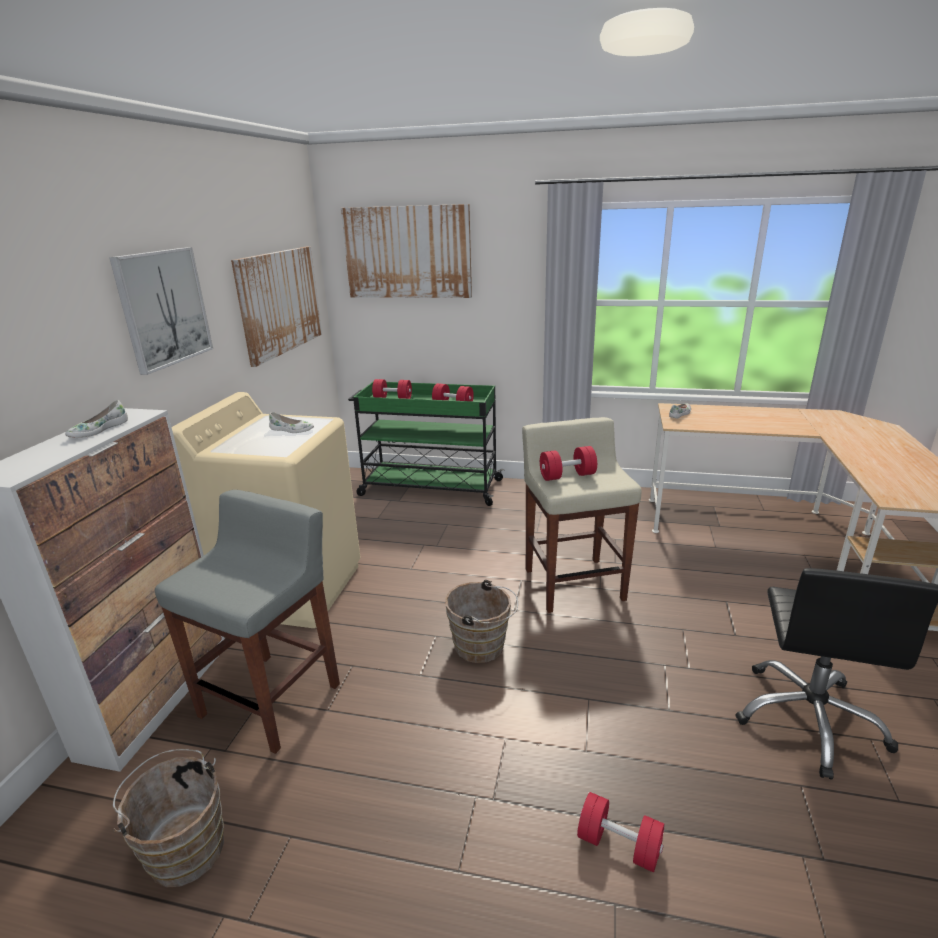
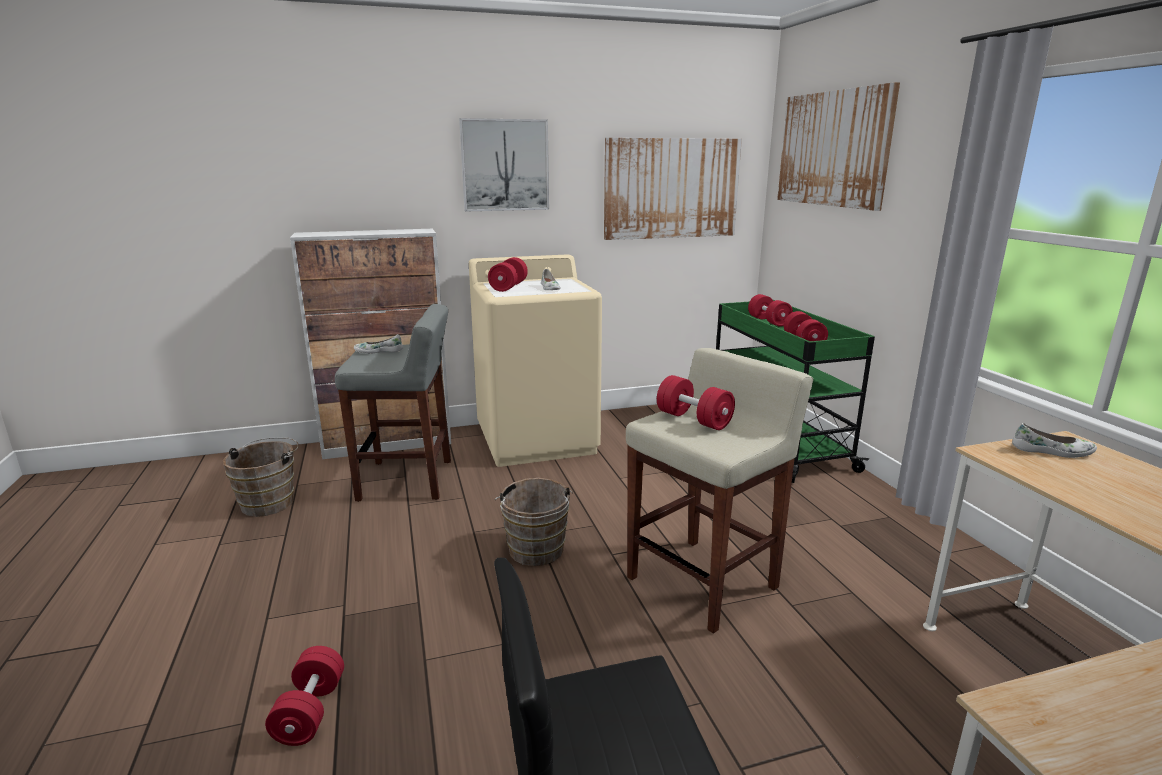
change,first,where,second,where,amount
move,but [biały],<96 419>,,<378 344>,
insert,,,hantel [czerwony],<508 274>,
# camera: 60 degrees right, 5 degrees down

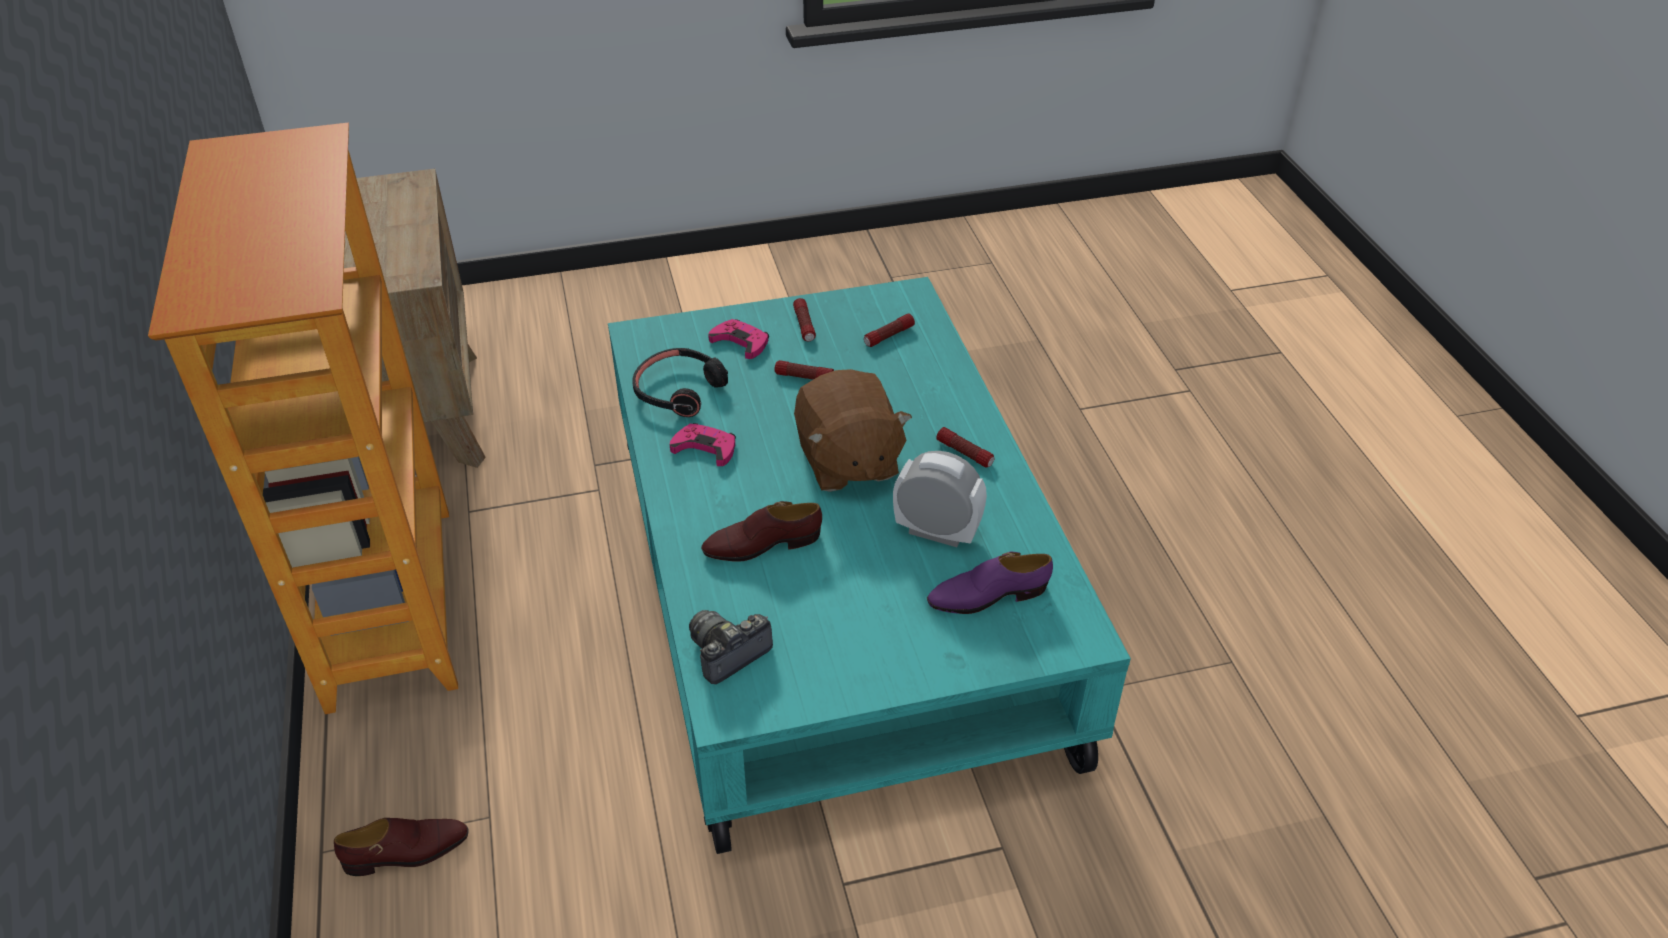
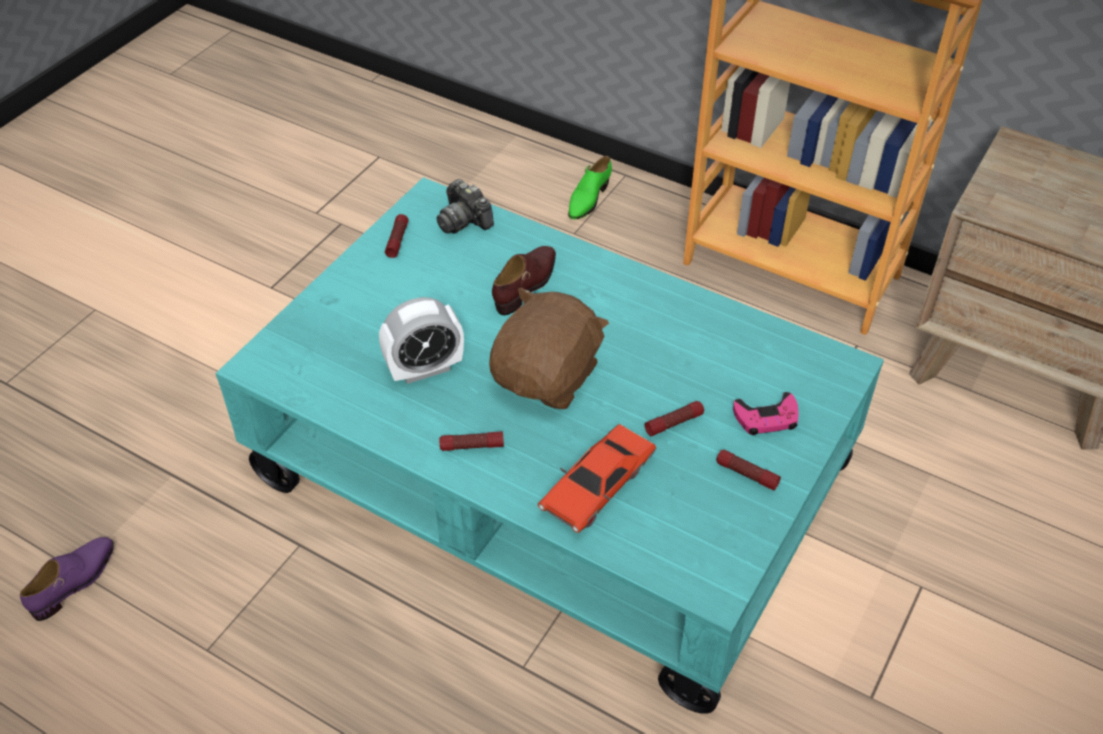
change,first,where,second,where,amount
move,latarka,<889 330>,,<396 236>,
delete,słuchawki [czarny],<680 382>,,,
rotate,pluszak [brązowy],<853 430>,,<549 348>,90 degrees clockwise
delete,pad do gier [różowy],<703 444>,,,
move,but [fioletowy],<990 583>,,<67 579>,
rotate,aparat fotograficzny,<731 647>,,<465 206>,135 degrees clockwise
recolor,but [brązowy],<401 847>,but [zielony],<590 187>,
insert,,,samochodzik [czerwony],<596 478>,
# camera: 135 degrees right, 5 degrees up

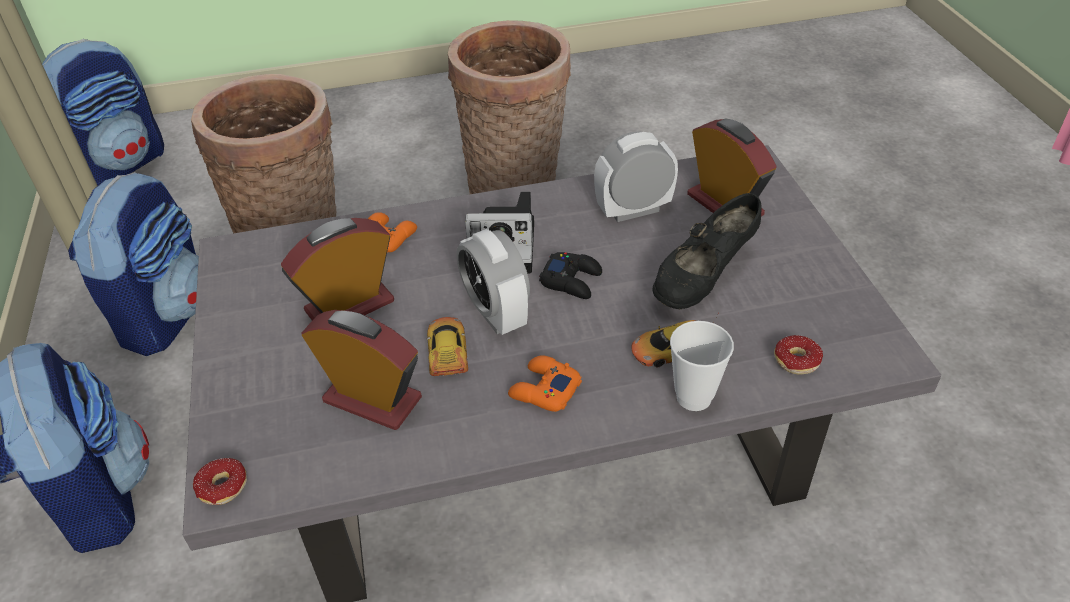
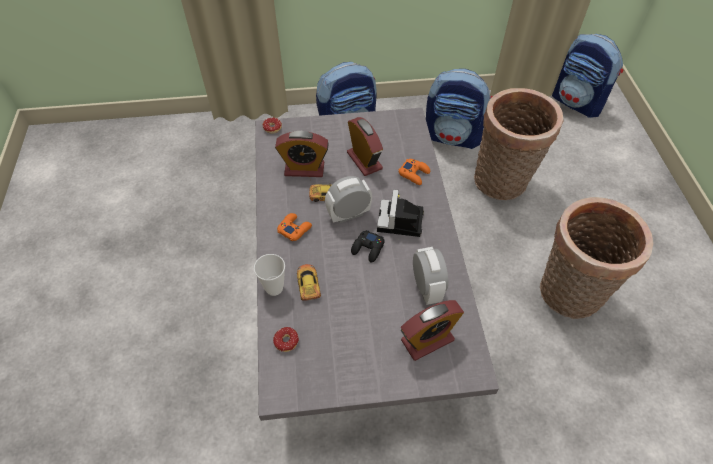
change,first,where,second,where,amount
delete,but [czarny],<706 251>,,,
rotate,budzik,<361 370>,,<302 154>,60 degrees clockwise
# camera: 95 degrees right, 10 degrees up

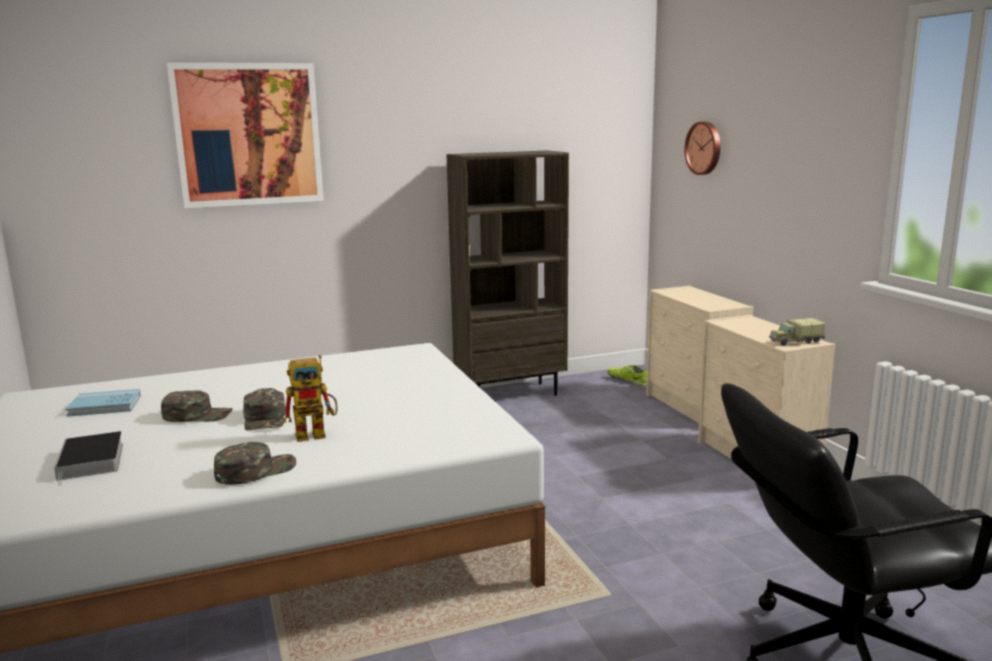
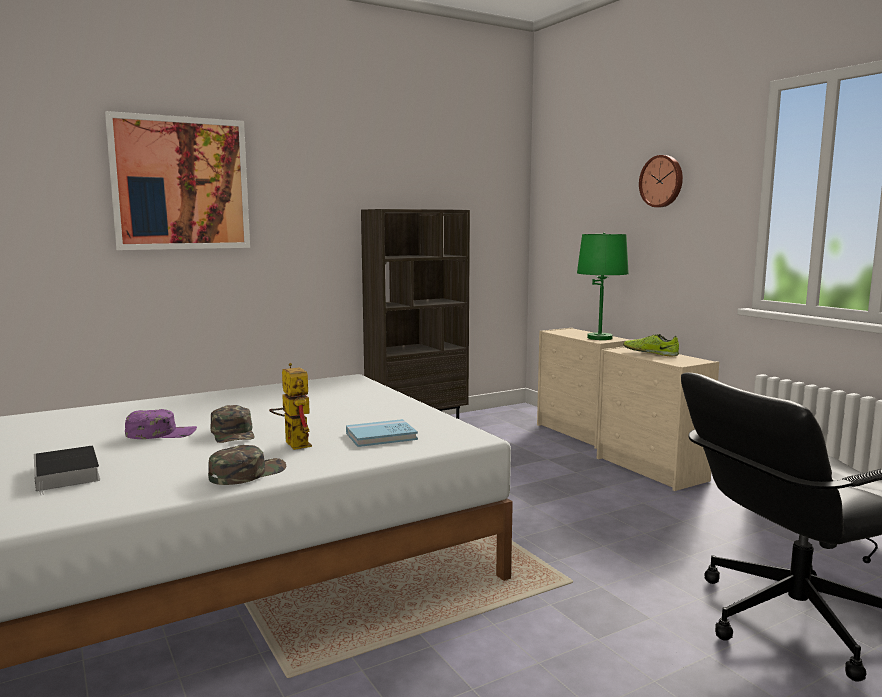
change,first,where,second,where,amount
move,zegar ścienny,<702 148>,,<661 181>,
delete,ciężarówka zabawkowa,<797 332>,,,
rotate,robot zabawkowy,<311 398>,,<290 406>,90 degrees counterclockwise
move,but,<627 375>,,<651 345>,
move,książka [niebieski],<103 403>,,<382 433>,
recolor,czapka z daszkiem [zielony],<197 406>,czapka z daszkiem [fioletowy],<161 424>,
insert,,,lampa stołowa [zielony],<603 286>,
# camera: 10 degrees left, 5 degrees down

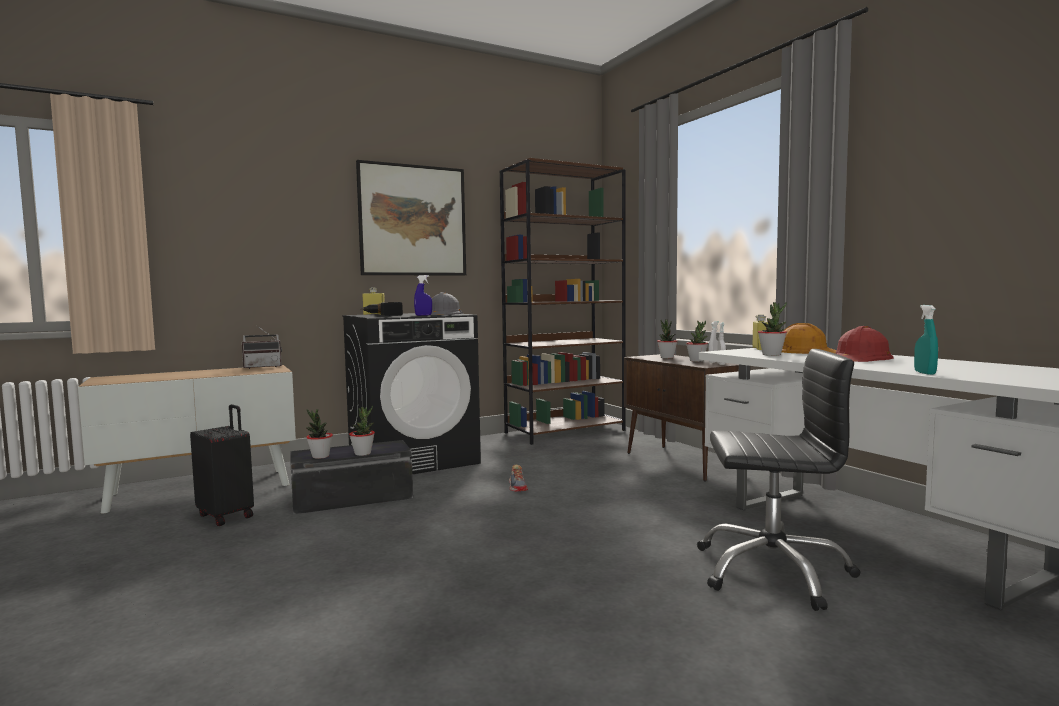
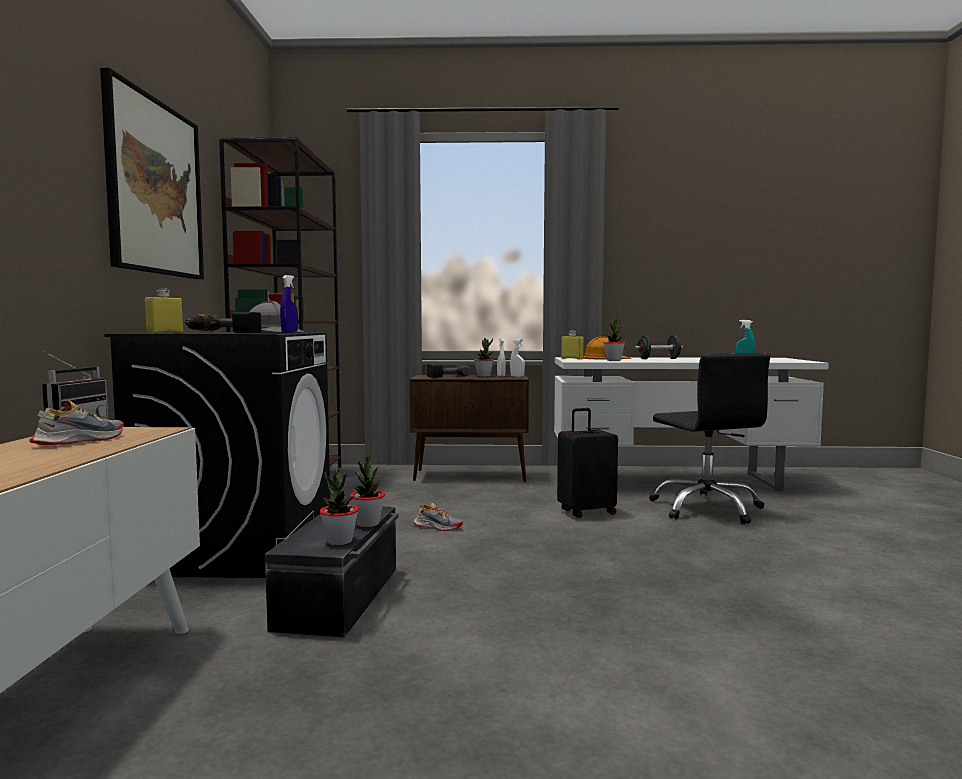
change,first,where,second,where,amount
replace,roślina doniczkowa,<667 338>,wiertarka,<448 371>,
replace,kask [czerwony],<864 344>,hantel [czarny],<659 347>,
rotate,krzesło biurowe [czarny],<779 480>,,<709 438>,120 degrees clockwise
move,walizka [czarny],<222 465>,,<587 463>,
insert,,,but,<76 422>,
# camera: 60 degrees left, 0 degrees up

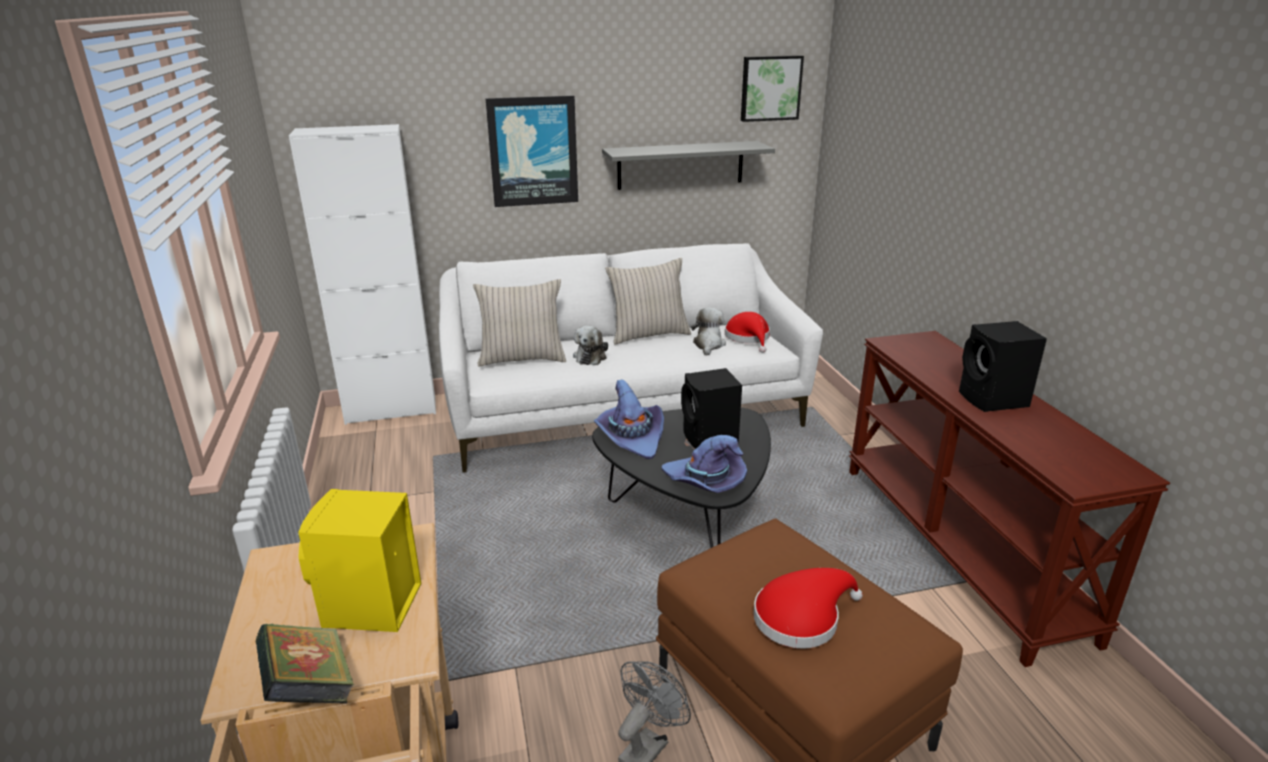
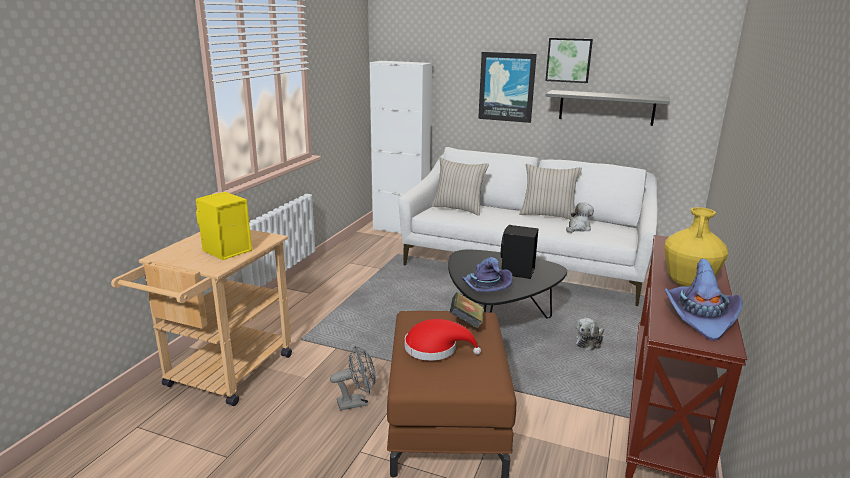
change,first,where,second,where,amount
move,obraz,<772 88>,,<569 60>,
delete,kapelusz [czerwony],<747 332>,,,
replace,głośnik [czarny],<1003 366>,wazon [żółty],<696 247>,
move,pluszak,<590 345>,,<590 334>,
move,kapelusz [fioletowy],<629 419>,,<703 300>,
move,książka,<305 664>,,<466 310>,
# camera: 35 degrees right, 5 degrees down

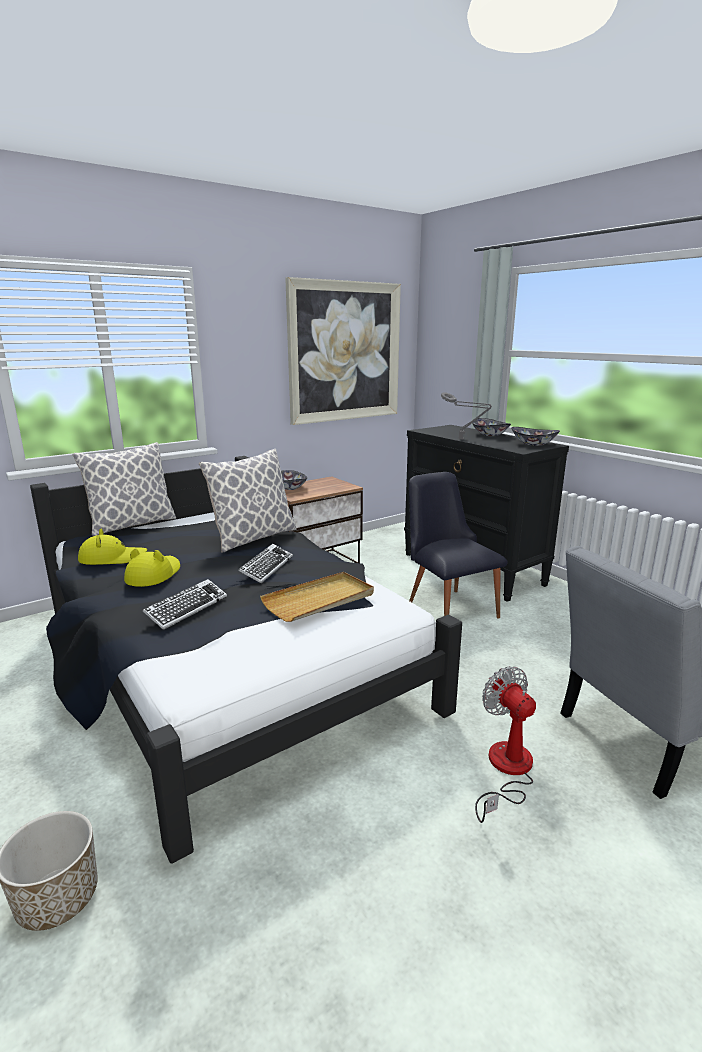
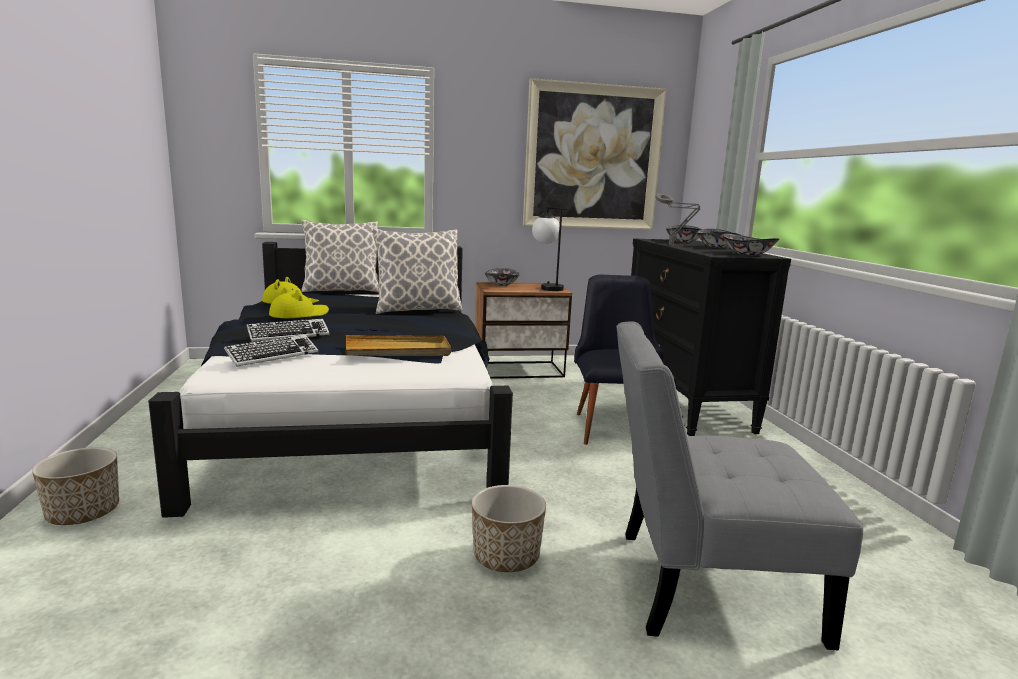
change,first,where,second,where,amount
move,klawiatura,<265 563>,,<271 350>,
replace,wentylator,<505 744>,donica,<509 528>,
insert,,,lampa stołowa,<549 249>,
insert,,,miska,<684 234>,
# camera: 25 degrees right, 5 degrees down

